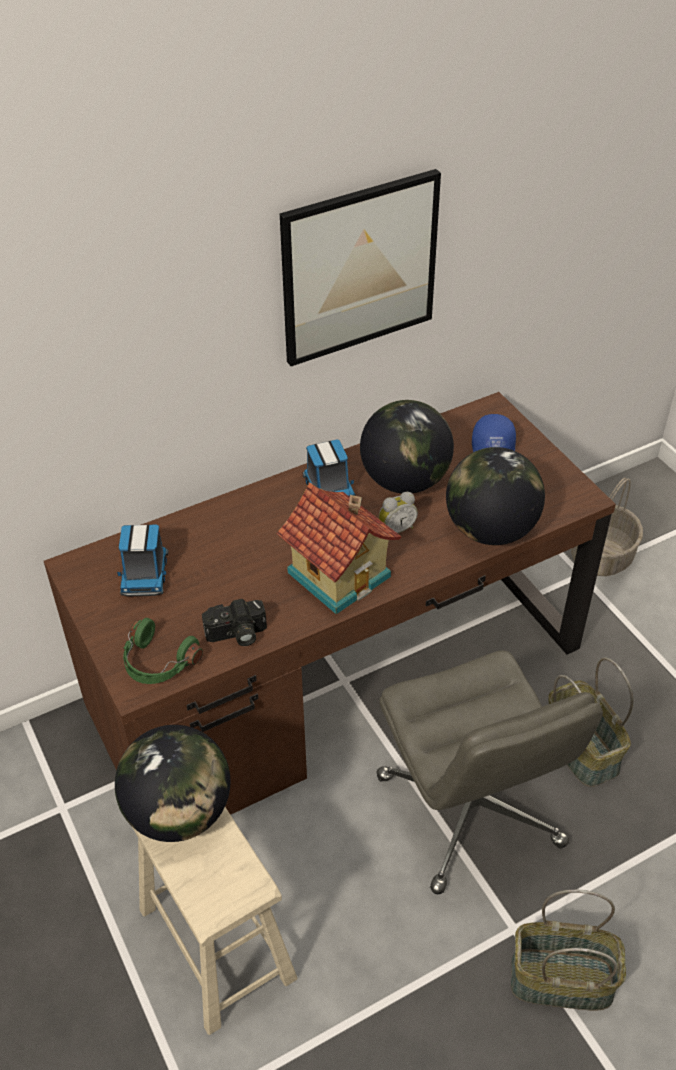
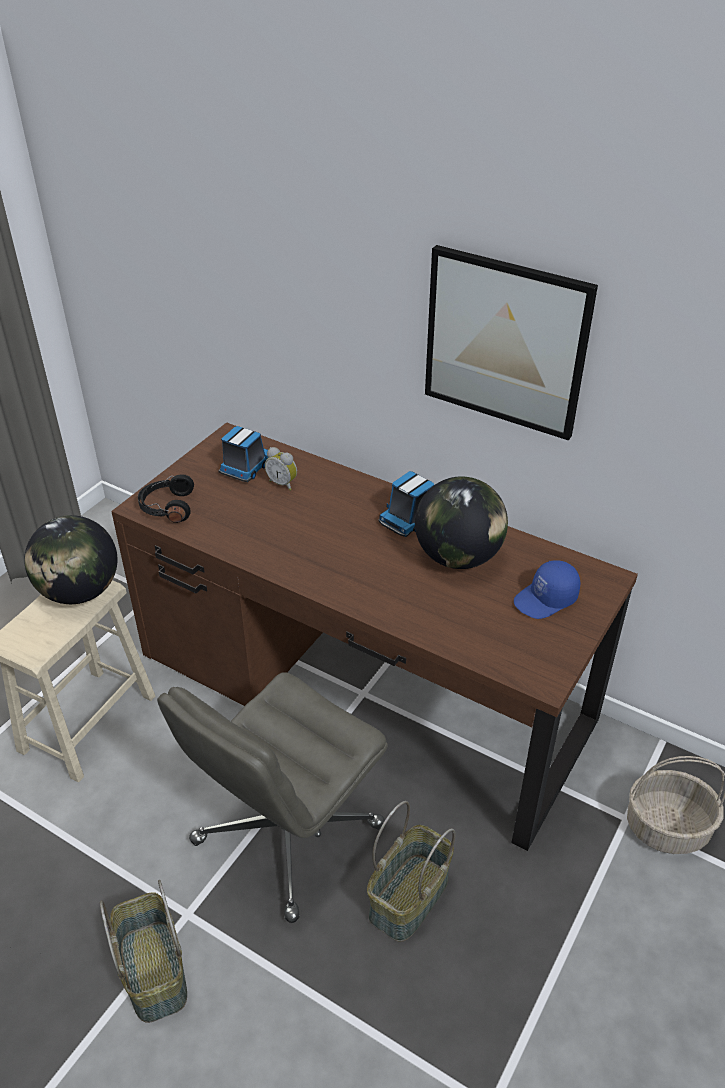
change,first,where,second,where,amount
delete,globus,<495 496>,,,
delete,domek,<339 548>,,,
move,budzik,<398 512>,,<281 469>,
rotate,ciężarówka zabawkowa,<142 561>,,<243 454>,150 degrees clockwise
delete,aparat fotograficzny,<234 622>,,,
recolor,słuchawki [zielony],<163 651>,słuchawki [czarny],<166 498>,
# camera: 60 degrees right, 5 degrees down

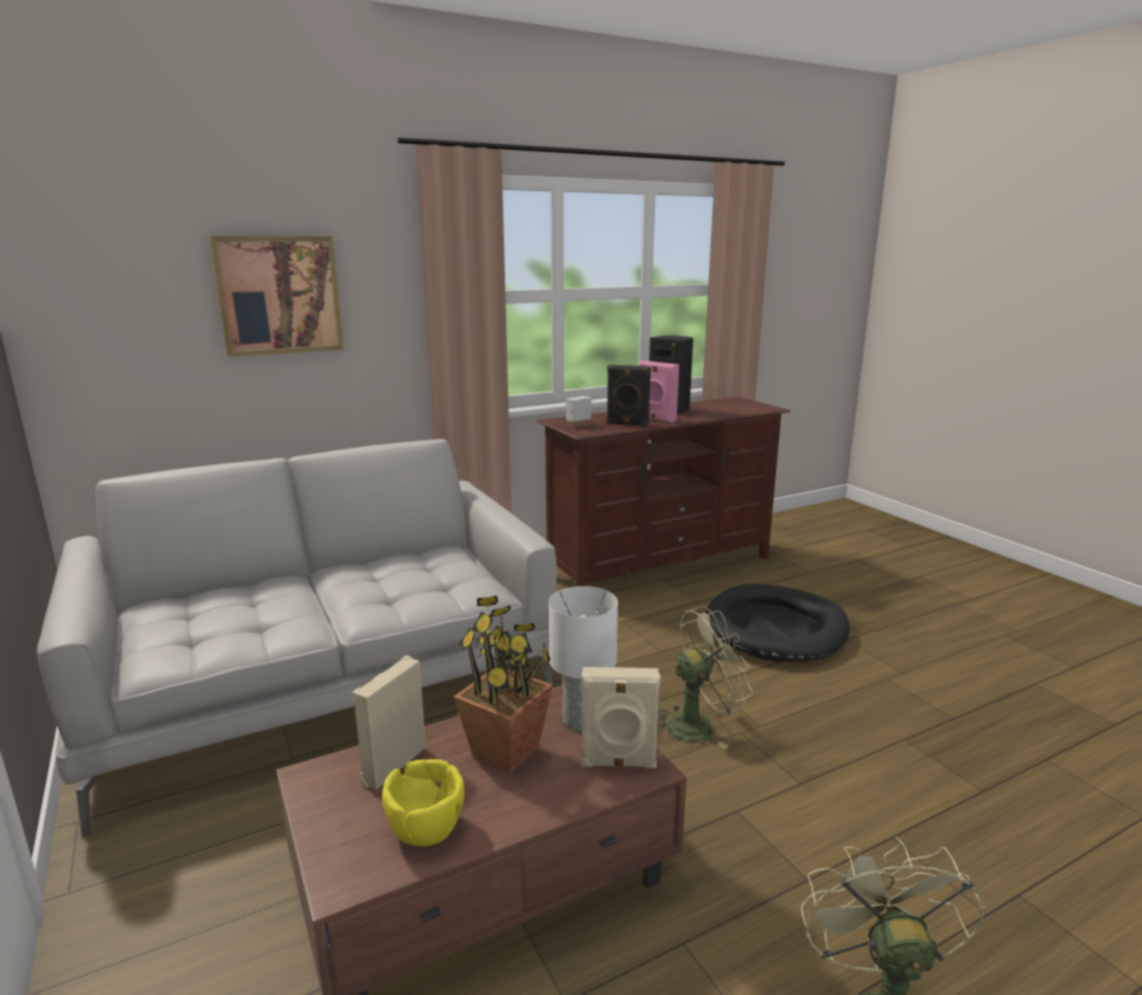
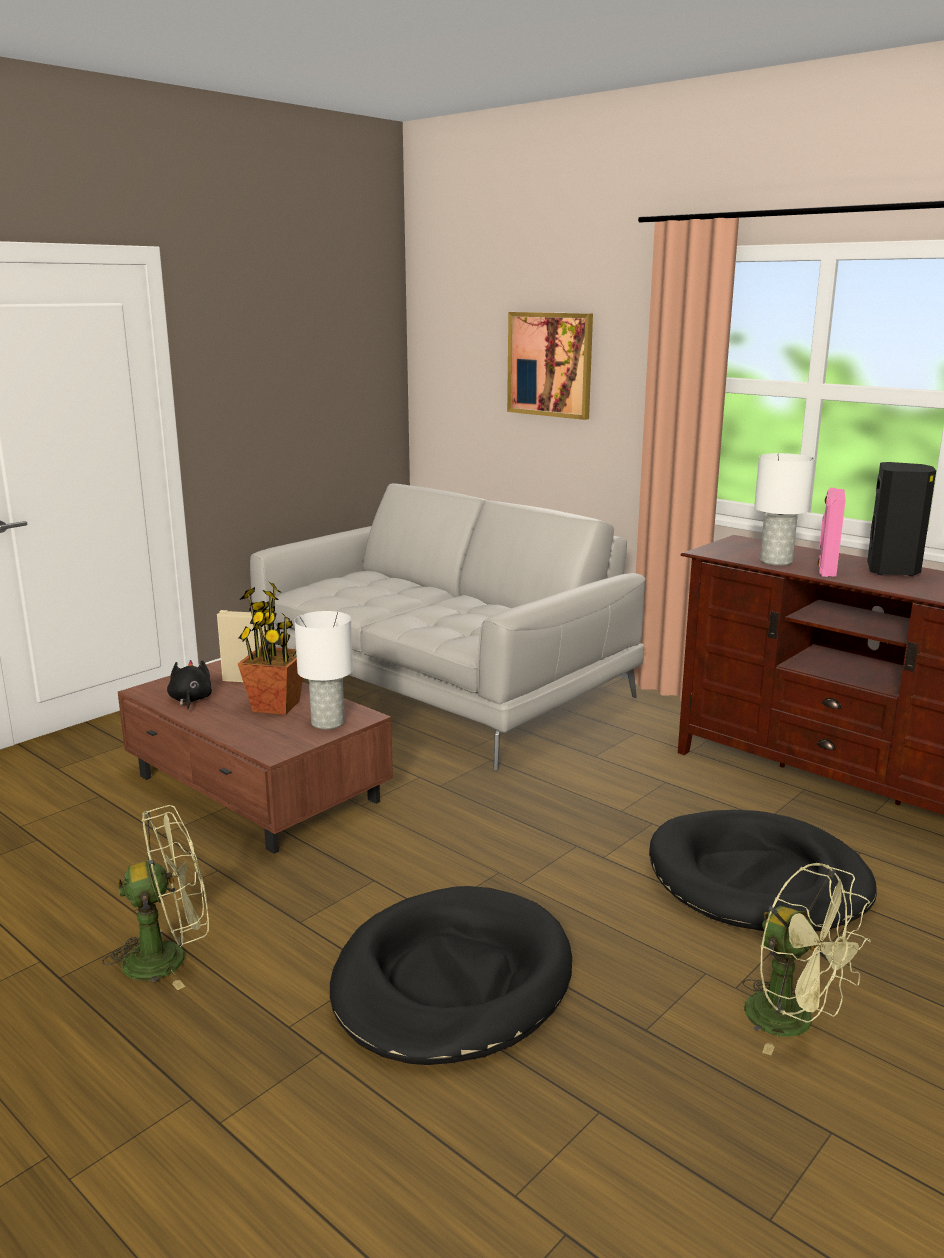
change,first,where,second,where,amount
replace,głośnik [czarny],<628 395>,lampa stołowa [biały],<784 509>,
delete,roślina doniczkowa,<578 405>,,,
move,wentylator [zielony],<705 677>,,<806 959>,
delete,głośnik [beżowy],<620 717>,,,
replace,miska [żółty],<423 802>,pluszak [czarny],<189 685>,
insert,,,legowisko [czarny],<451 975>,
# camera: 70 degrees right, 0 degrees up

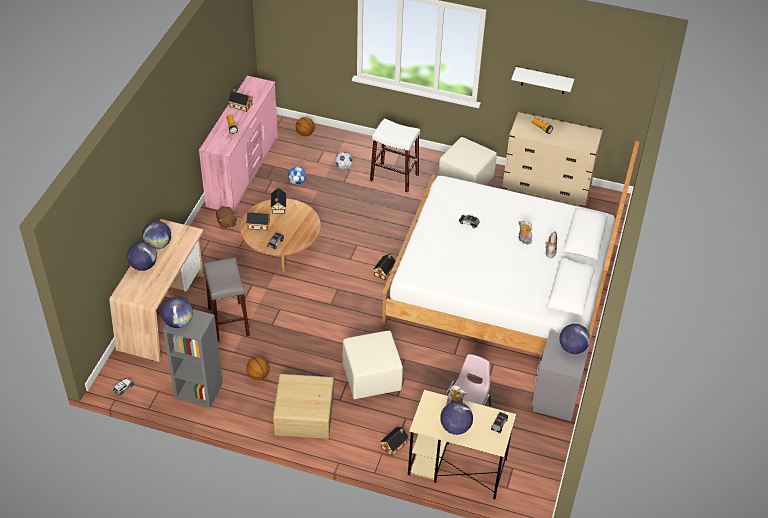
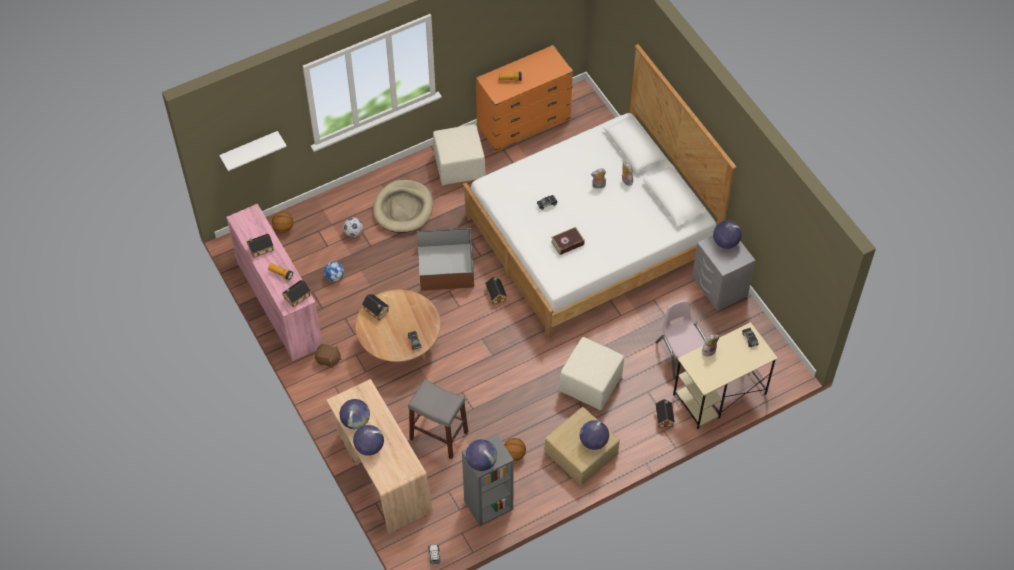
change,first,where,second,where,amount
move,półka [biały],<542 80>,,<253 151>,
recolor,komoda [beżowy],<552 160>,komoda [pomarańczowy],<524 98>,
replace,stołek [biały],<395 155>,legowisko [beżowy],<403 206>,
move,domek,<258 220>,,<297 294>,
move,globus,<456 418>,,<594 435>,
insert,,,książka,<568 240>,
insert,,,pojemnik do przechowywania [brązowy],<445 259>,
# camera: 45 degrees left, 10 degrees up

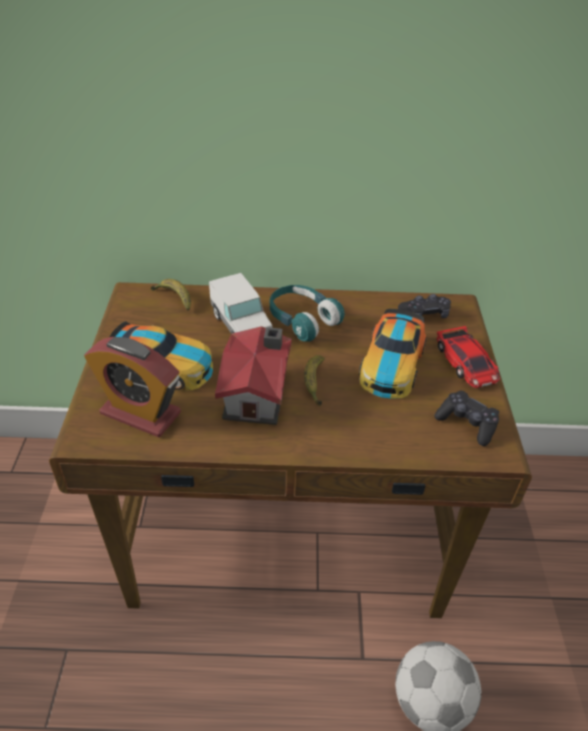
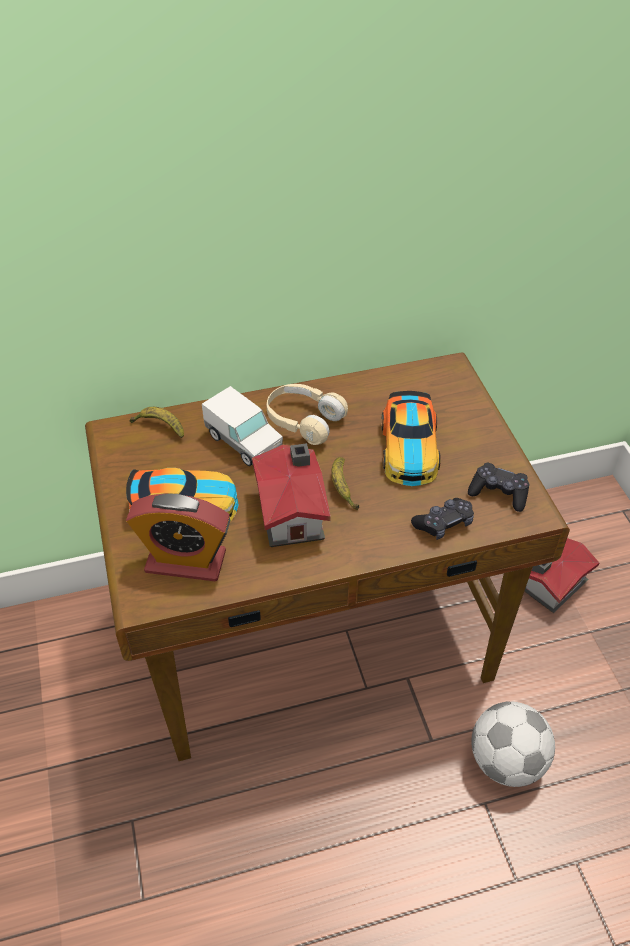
change,first,where,second,where,amount
recolor,słuchawki [turkusowy],<307 313>,słuchawki [beżowy],<307 414>,
move,pad do gier [czarny],<424 306>,,<442 519>,
delete,samochodzik,<468 357>,,,
insert,,,domek,<561 575>,
# camera: 15 degrees left, 5 degrees up

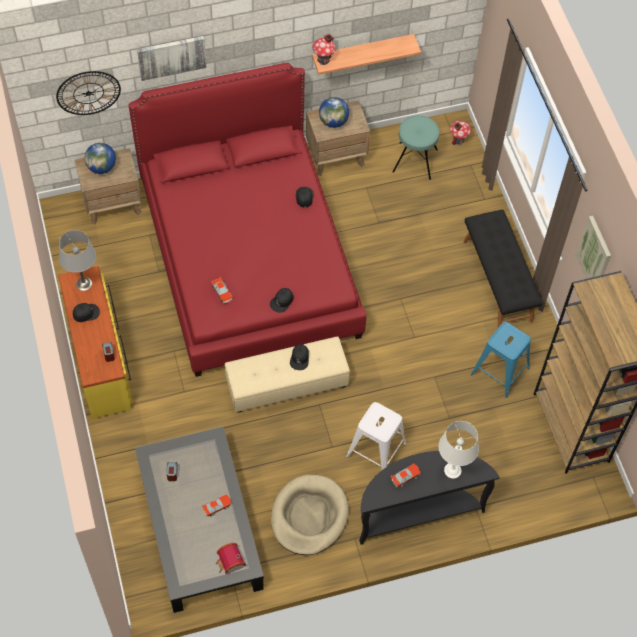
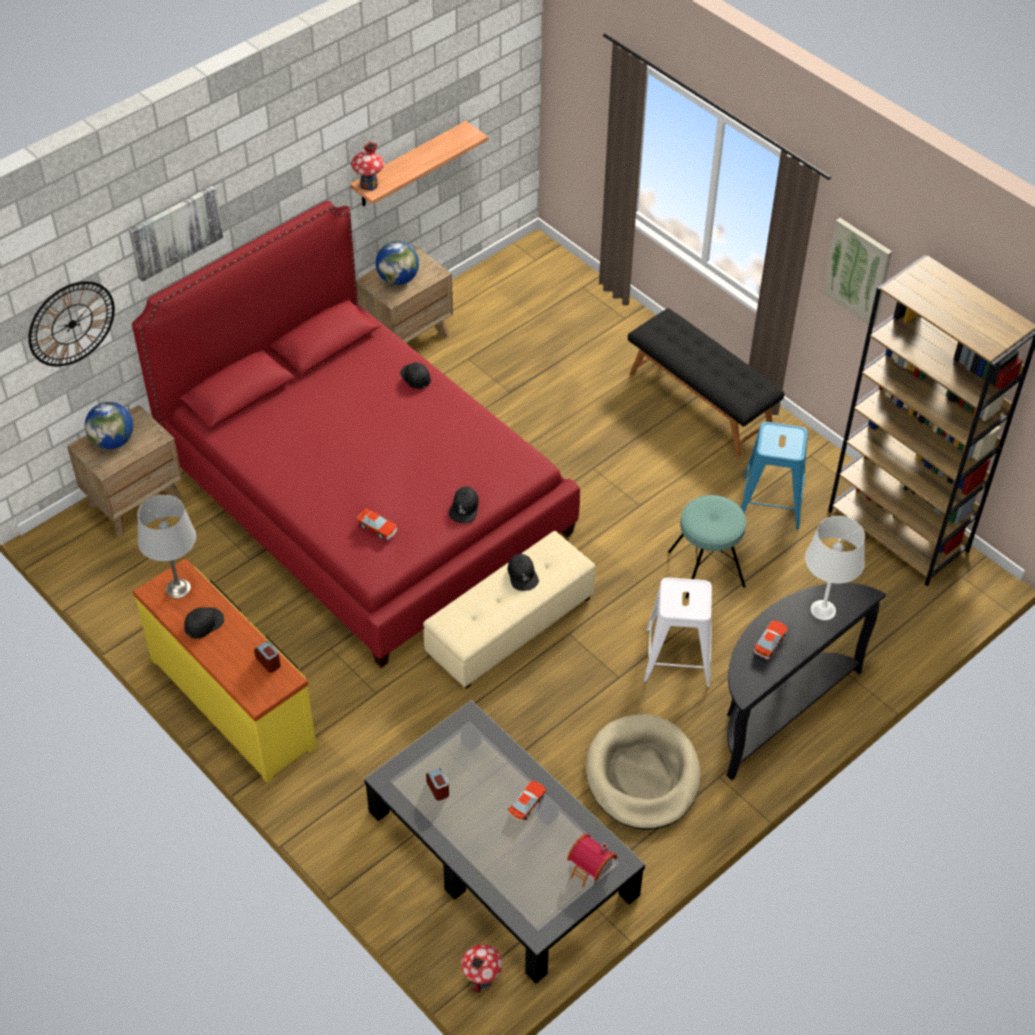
change,first,where,second,where,amount
move,stołek [turkusowy],<416 147>,,<707 547>,
move,domek,<460 133>,,<481 968>,
# camera: 25 degrees left, 10 degrees down

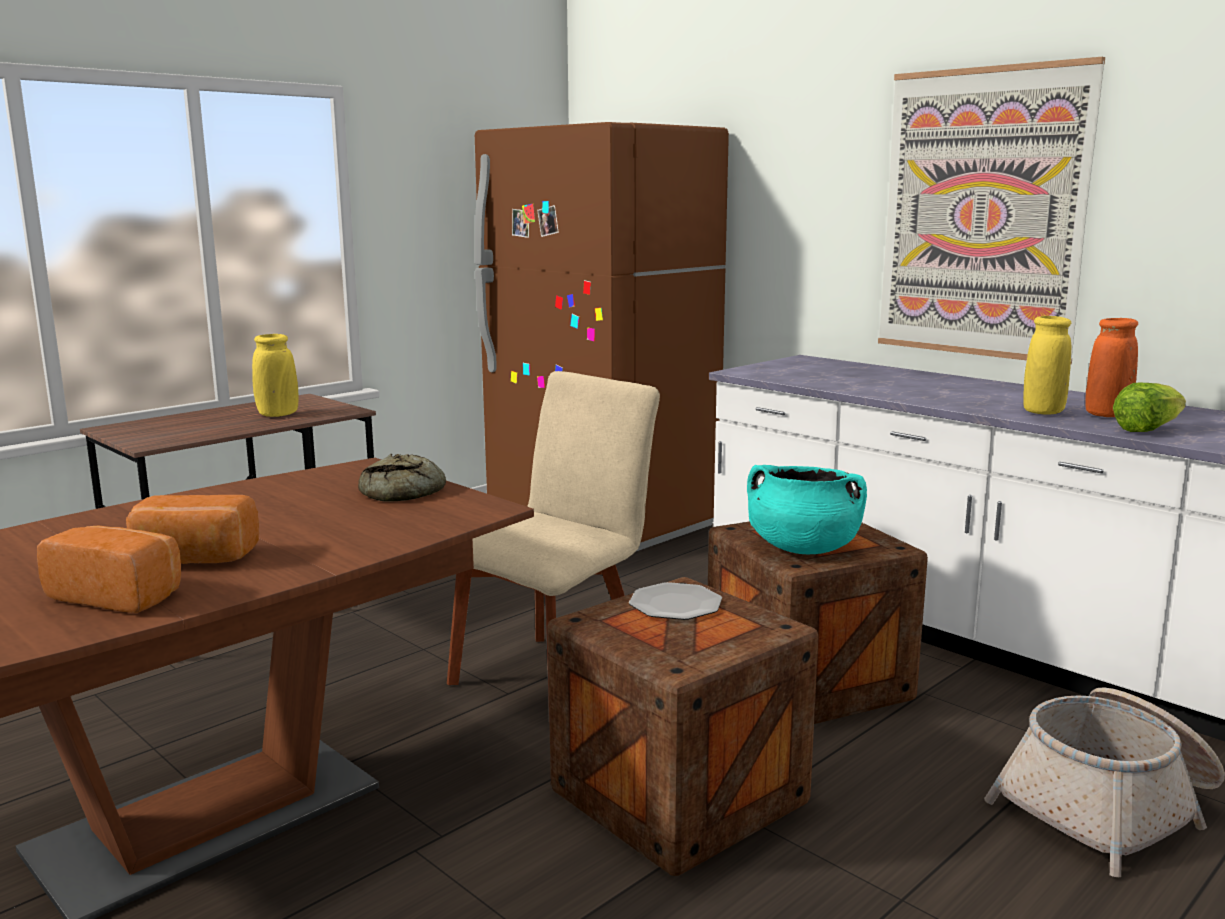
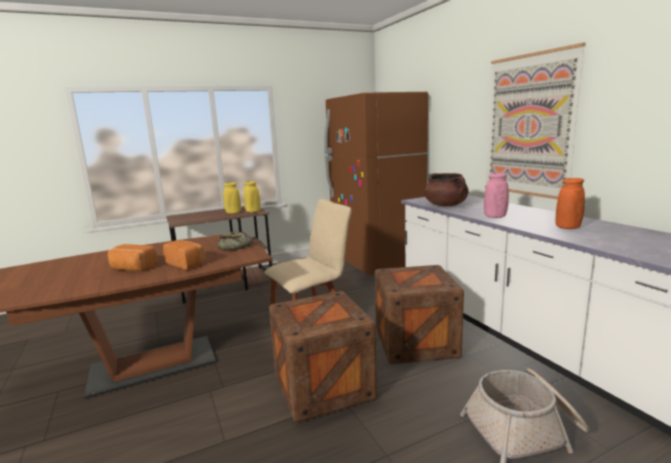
change,first,where,second,where,amount
move,wazon [żółty],<1047 365>,,<252 197>,
delete,sałata,<1149 407>,,,
delete,garnek [turkusowy],<807 509>,,,
move,chleb,<109 569>,,<184 255>,
delete,talerz,<675 601>,,,
insert,,,garnek [brązowy],<446 190>,
insert,,,wazon [różowy],<496 195>,
# camera: 20 degrees right, 0 degrees up

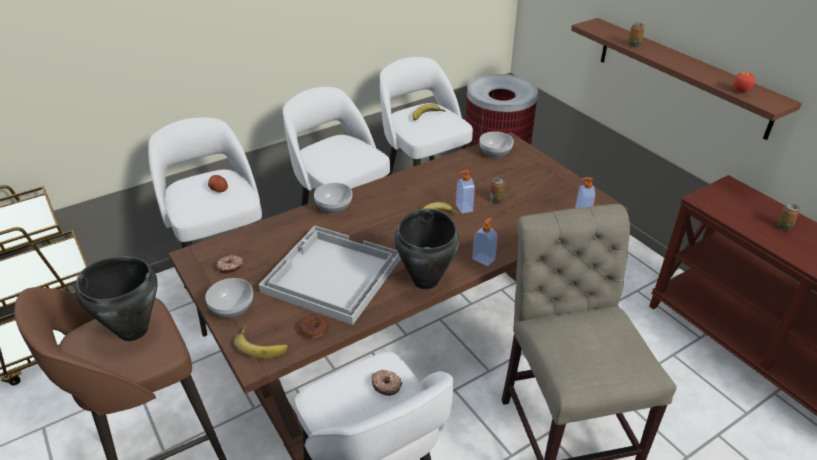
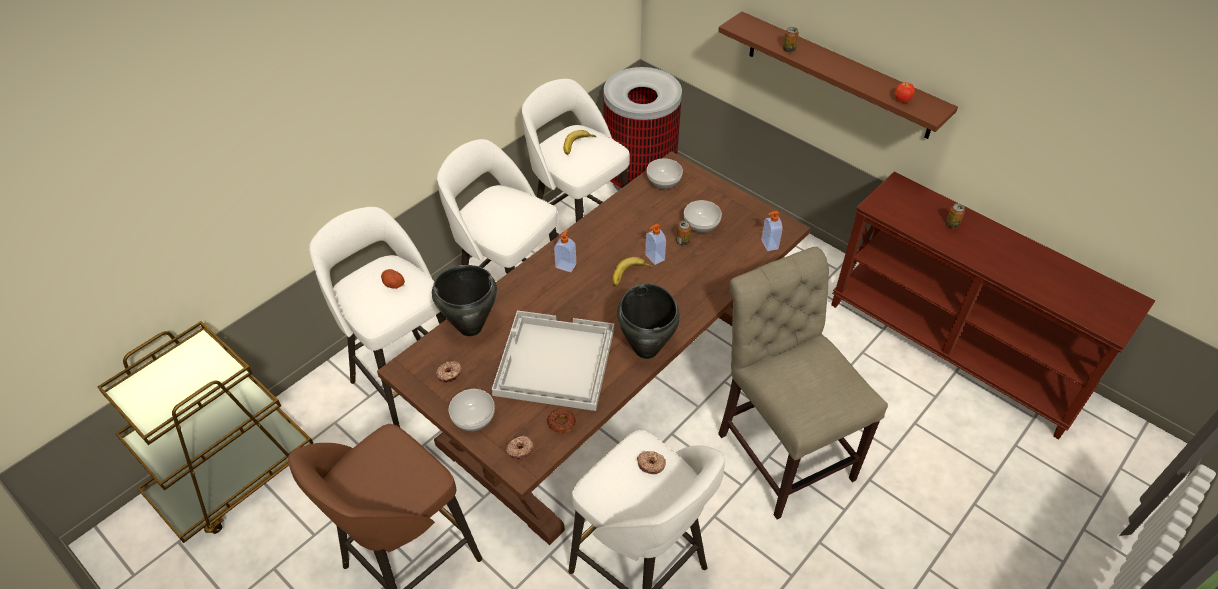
change,first,where,second,where,amount
move,miska,<333 198>,,<703 216>,
move,dozownik mydła,<485 242>,,<565 251>,
move,garnek [czarny],<117 298>,,<464 300>,
replace,banan,<261 342>,donut,<520 447>,
# camera: 15 degrees left, 10 degrees up

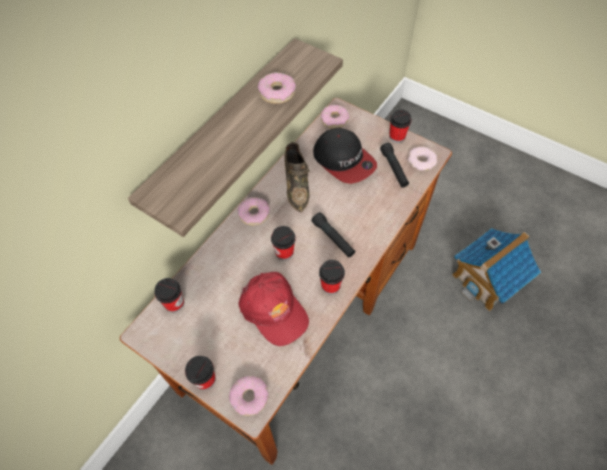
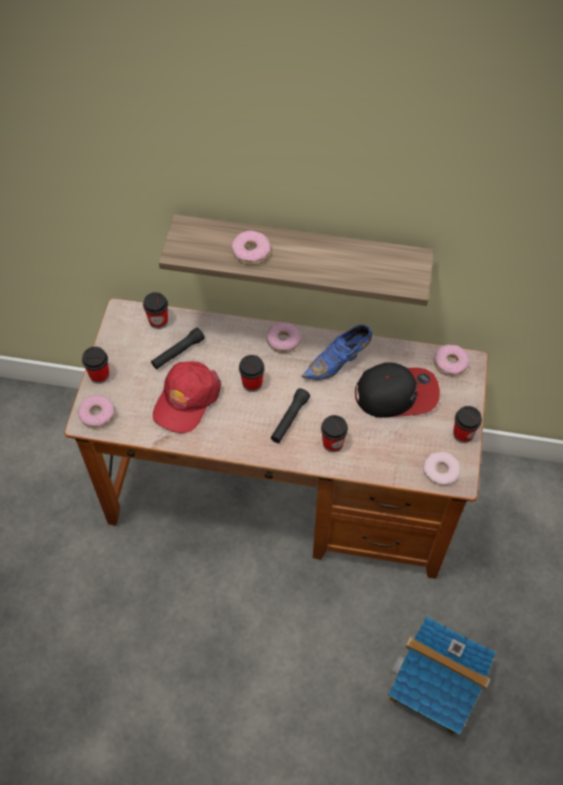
change,first,where,second,where,amount
move,donut,<277 88>,,<250 248>,
rotate,czapka z daszkiem,<345 156>,,<397 390>,120 degrees counterclockwise
recolor,but [brązowy],<297 177>,but [niebieski],<336 353>,
move,latarka [czarny],<394 165>,,<178 348>,
move,filiżanka,<332 277>,,<334 433>,
# camera: 65 degrees right, 0 degrees up

